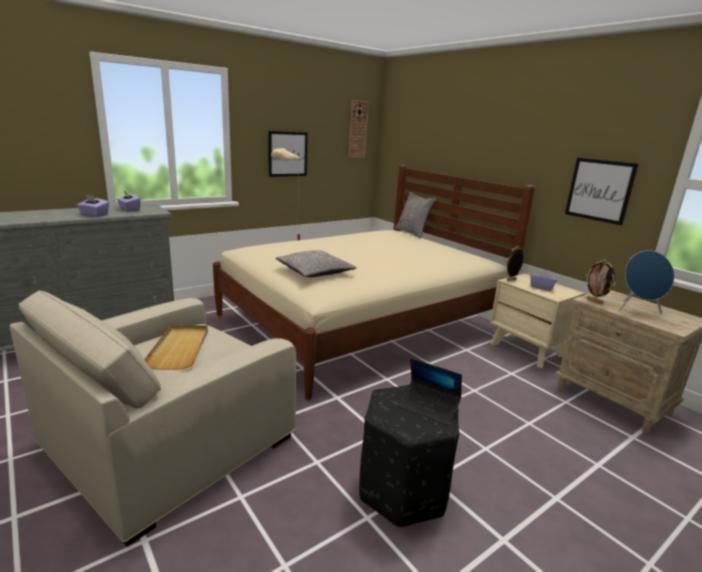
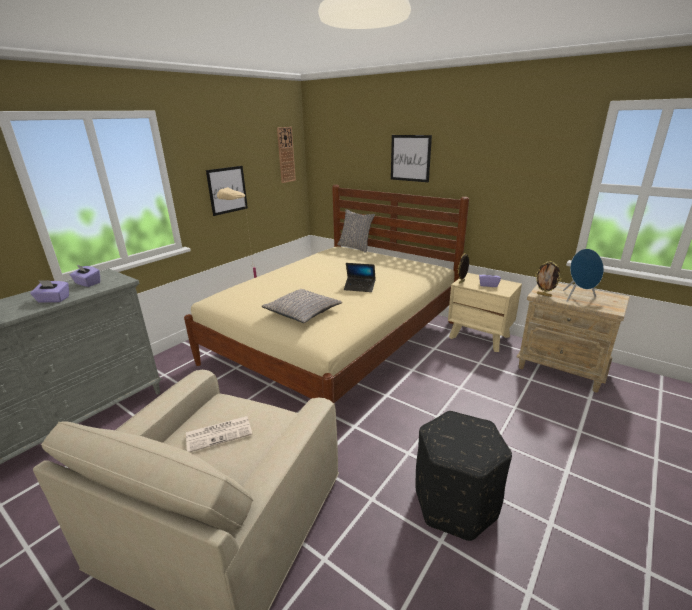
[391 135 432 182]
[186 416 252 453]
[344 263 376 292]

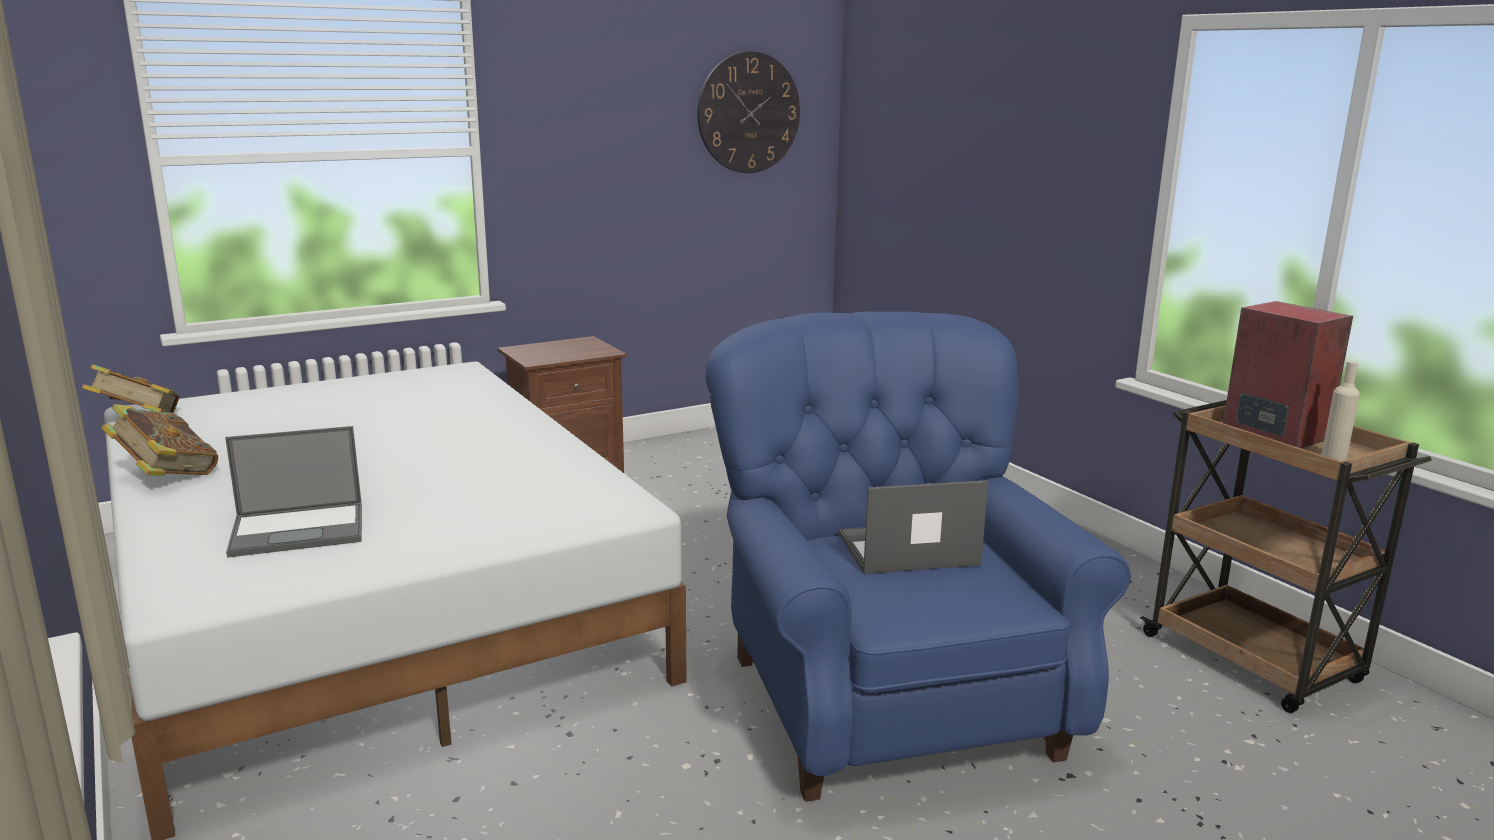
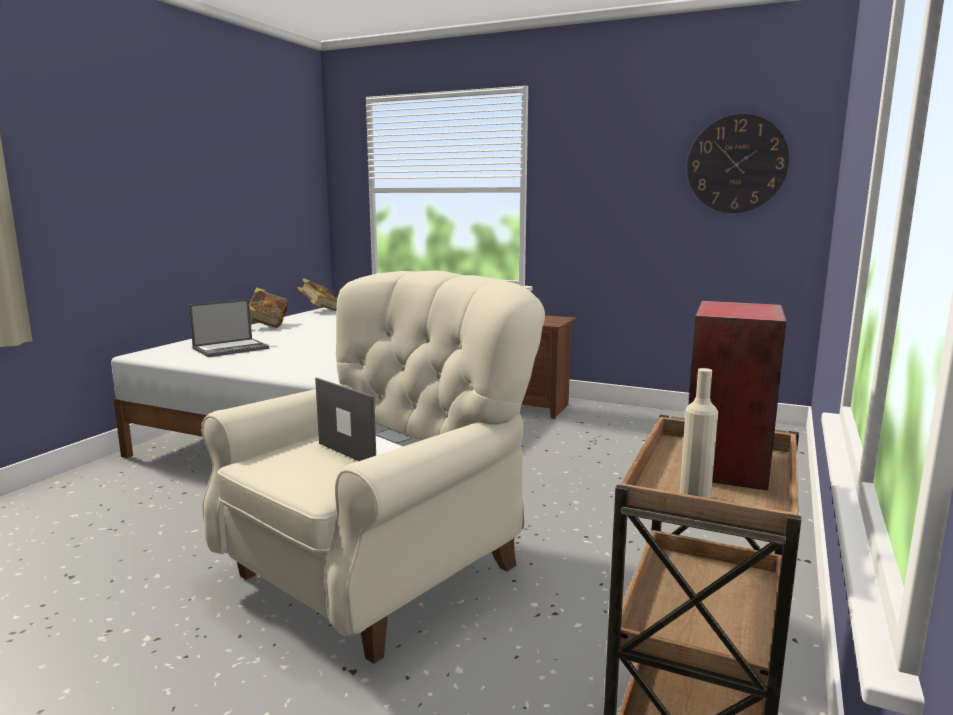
[201 271 545 664]
[189 299 269 357]

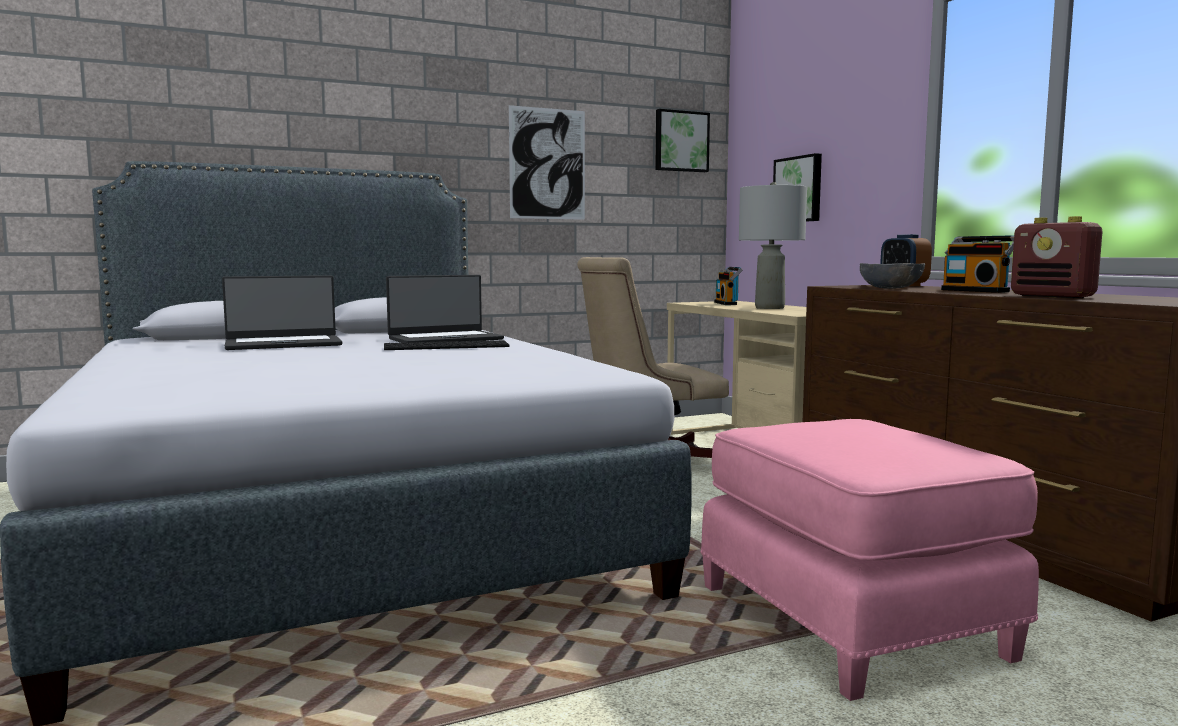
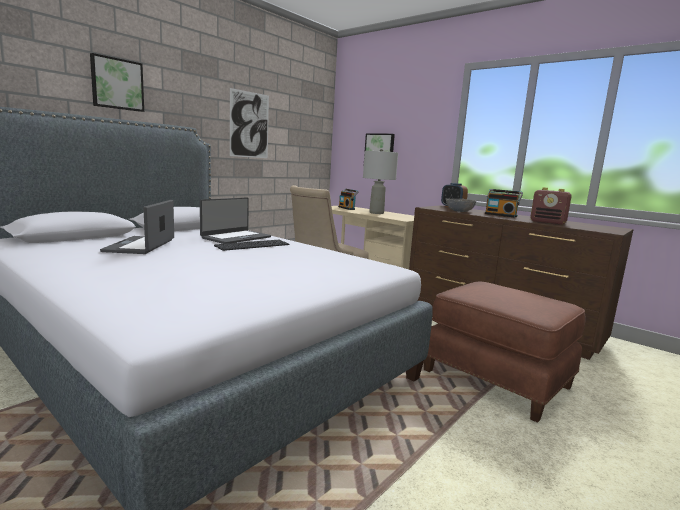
[90 53 144 112]
[100 200 174 254]
[424 282 586 423]

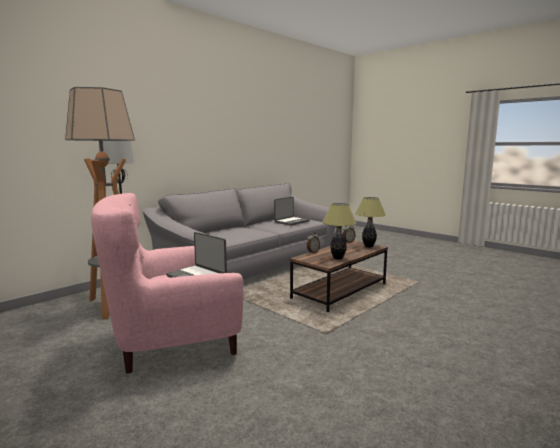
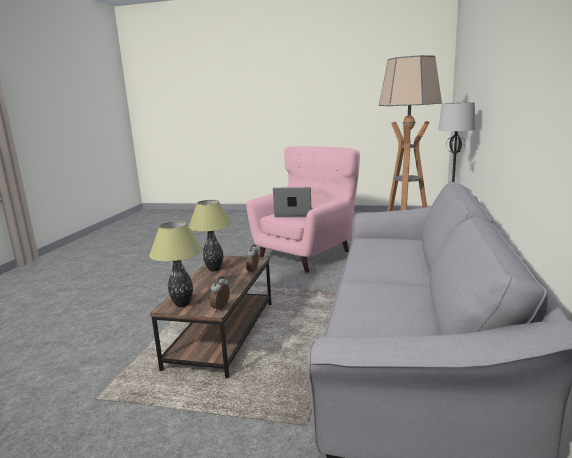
[274 197 309 226] (first image)

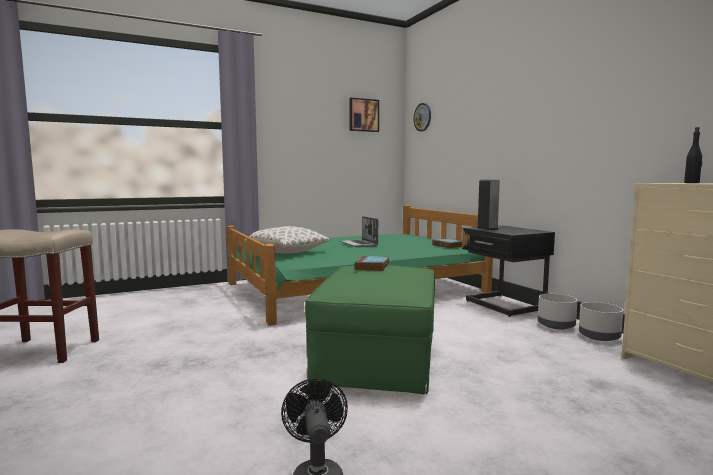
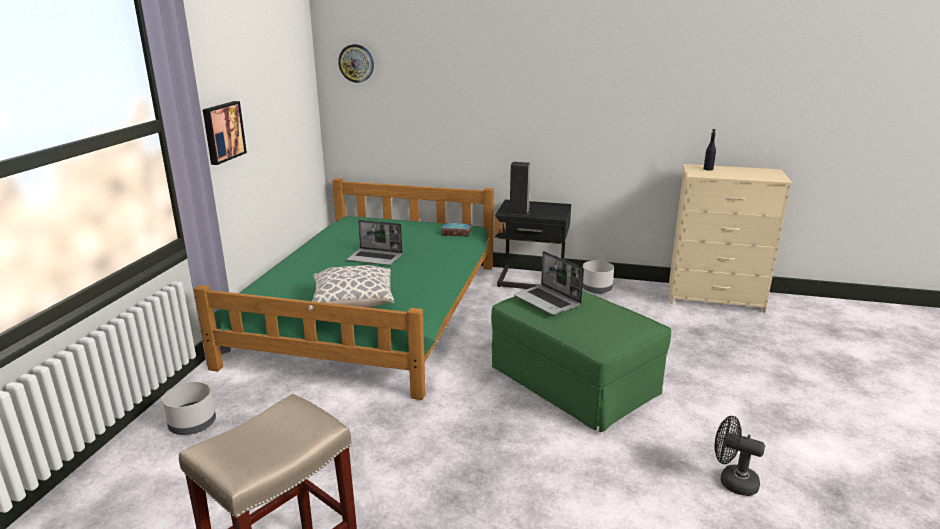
[203 101 247 165]
[514 251 584 315]
[162 382 216 435]

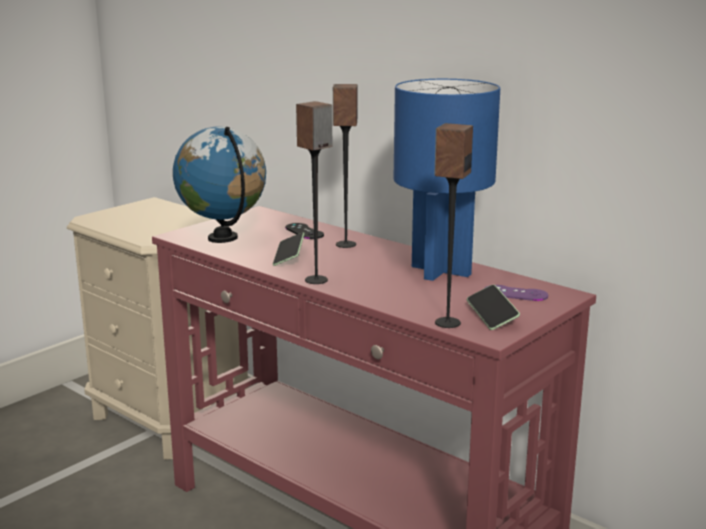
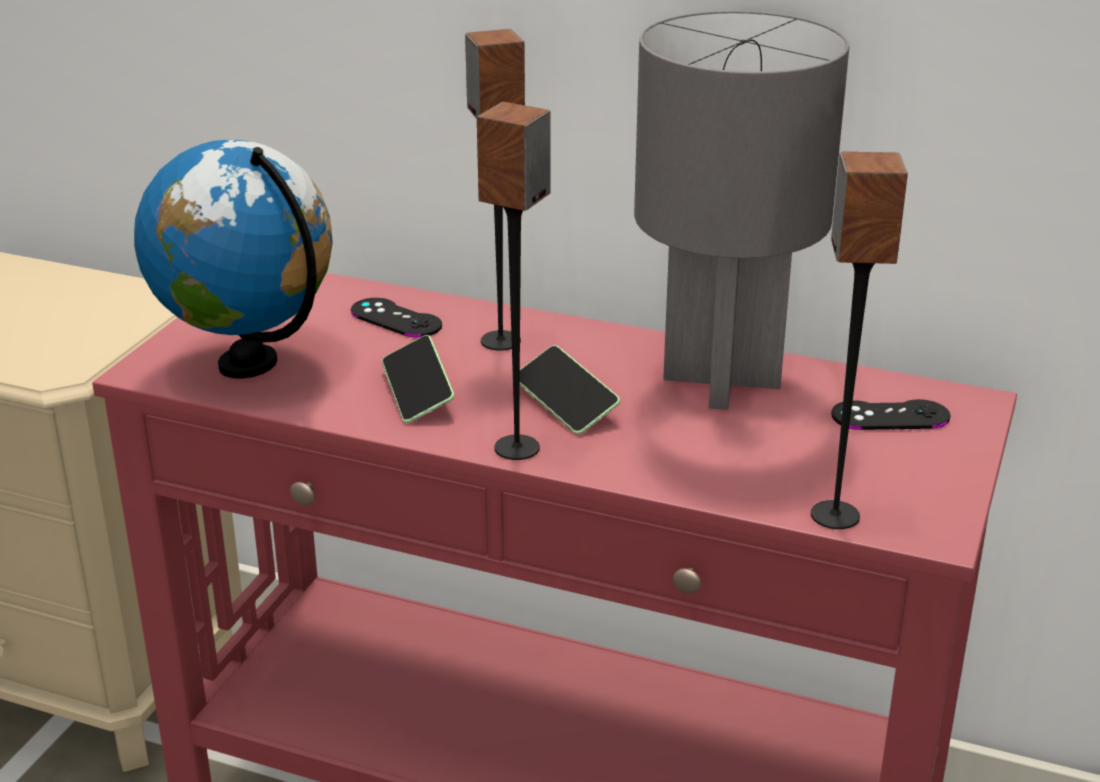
[634 11 849 410]
[520 345 620 434]
[831 399 950 430]

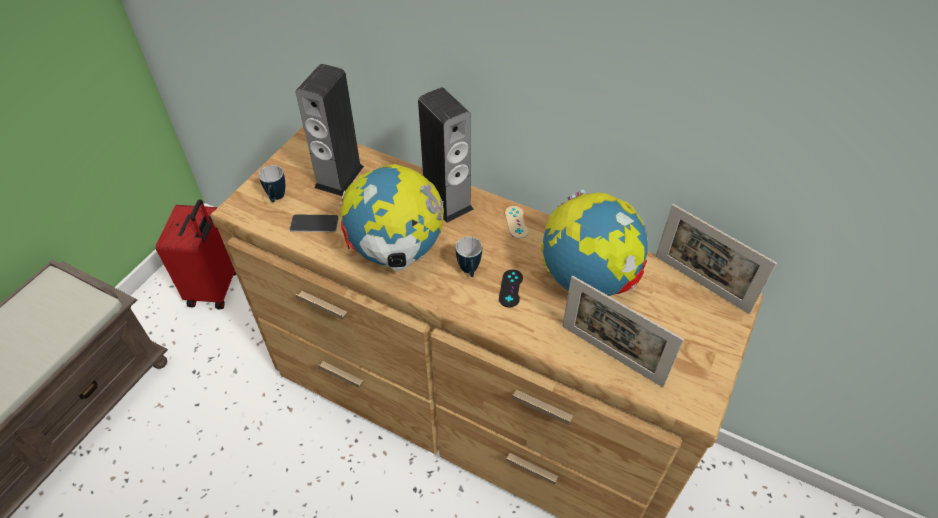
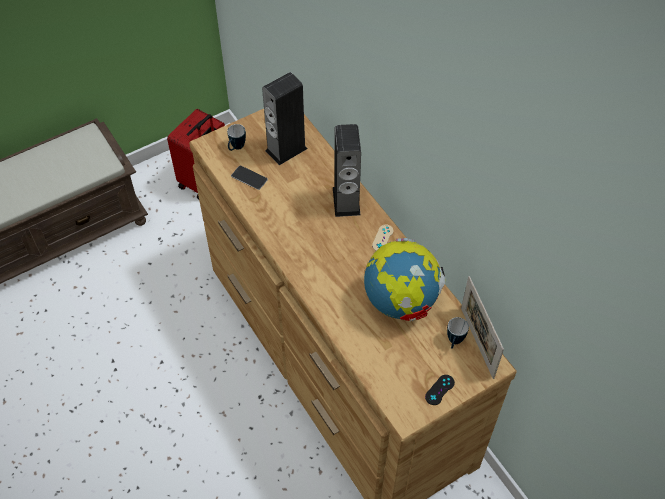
[339 164 444 271] (first image)
[447 317 469 349]
[425 375 455 405]
[562 276 684 387] (first image)

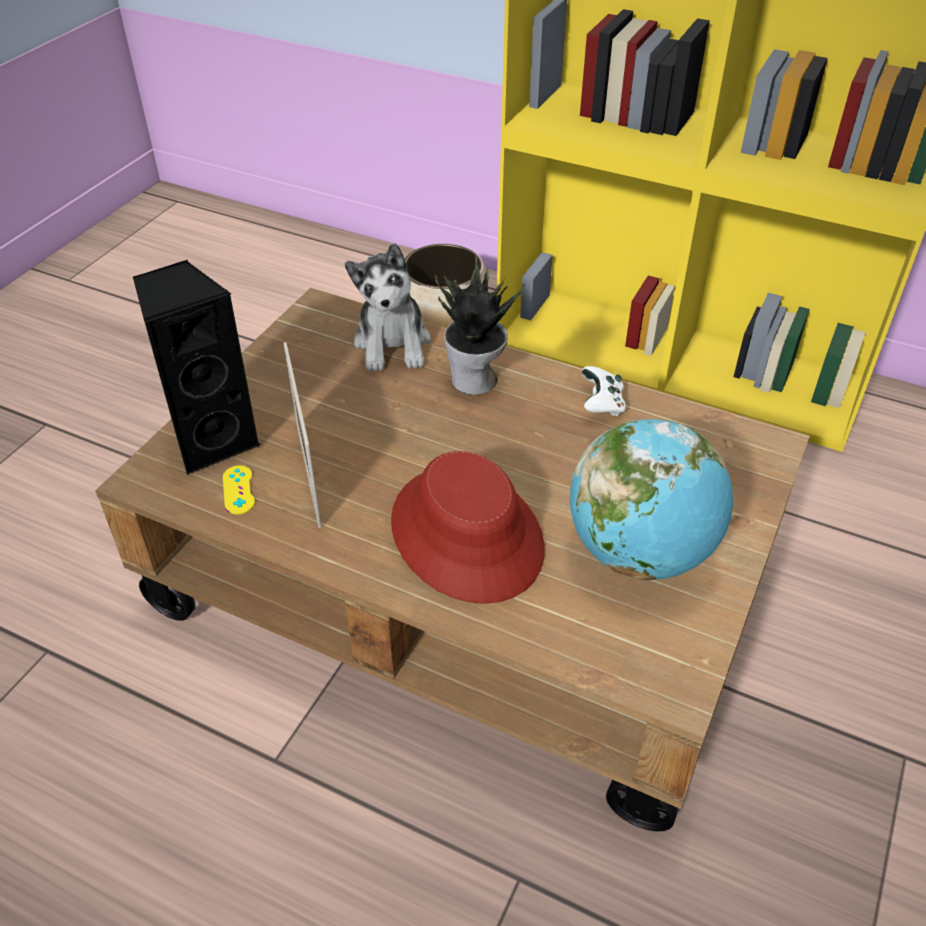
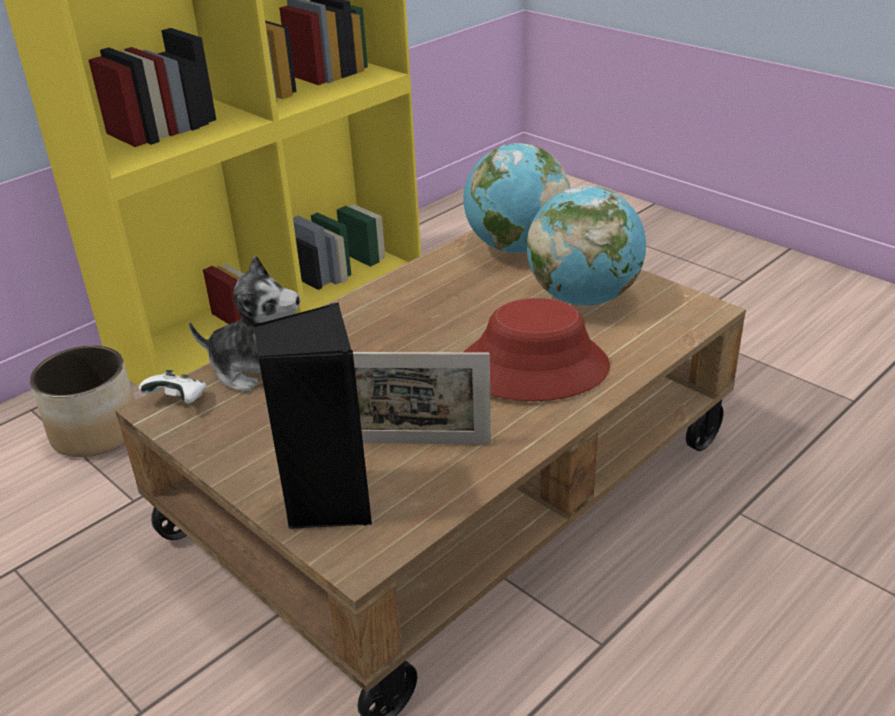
[435 256 525 395] (first image)
[139 370 206 403]
[223 465 255 515] (first image)
[463 143 570 253]

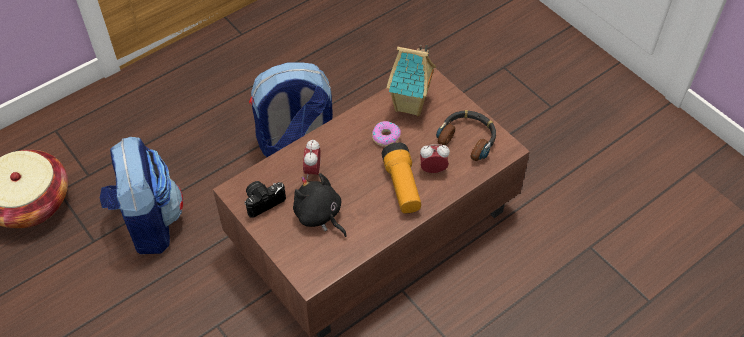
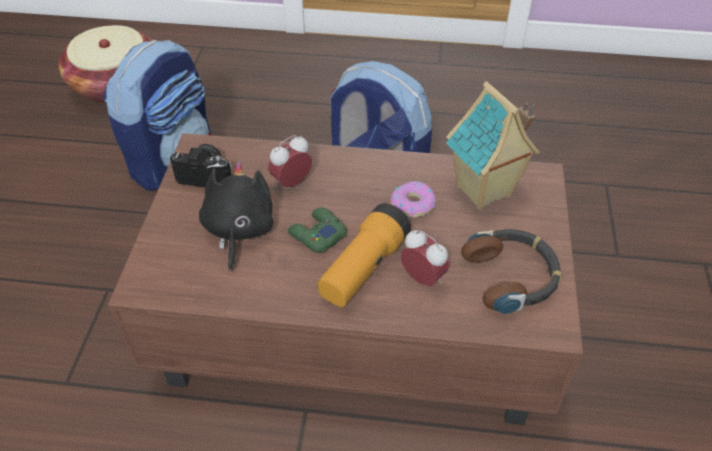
[288 208 347 253]

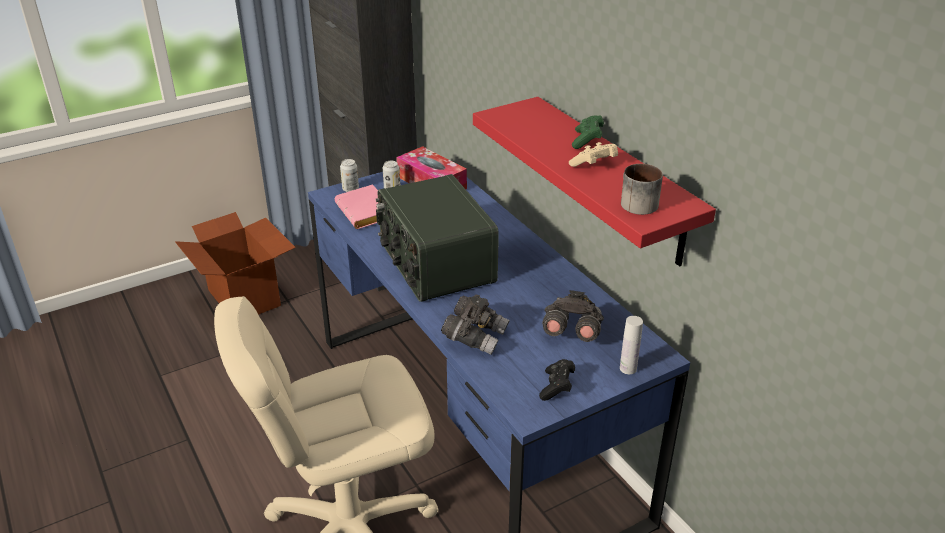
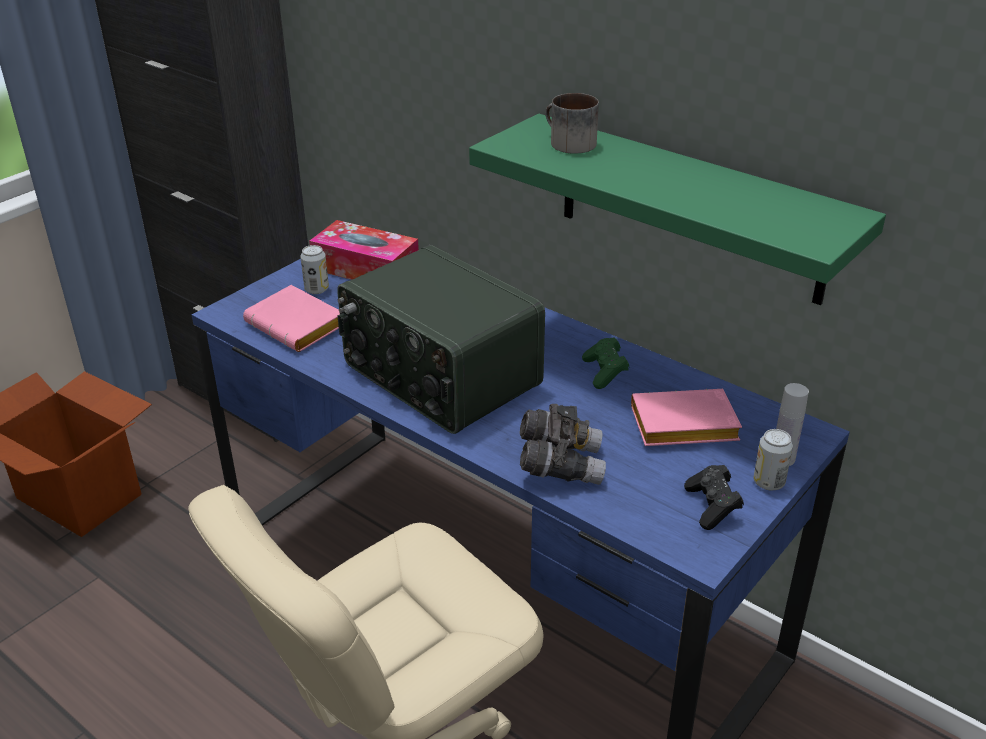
[469 114 886 305]
[582 337 629 389]
[569 142 618 167] (first image)
[753 429 793 490]
[545 93 599 154]
[631 389 742 446]

